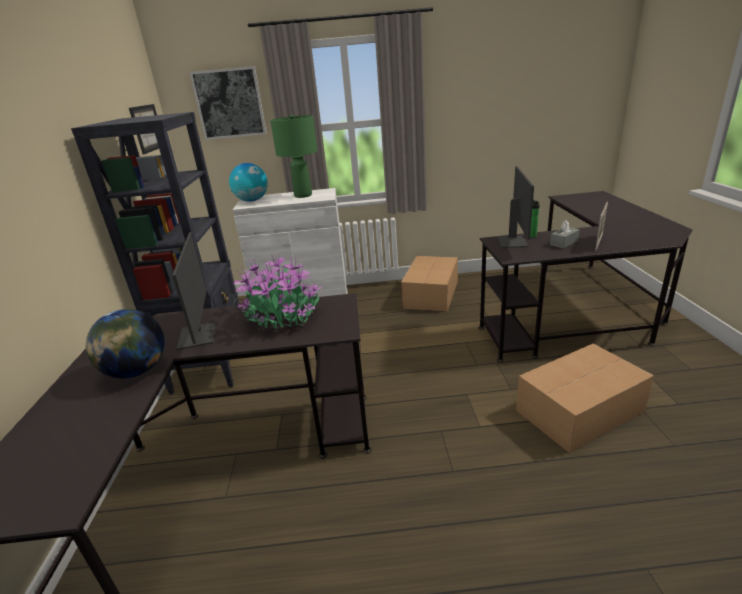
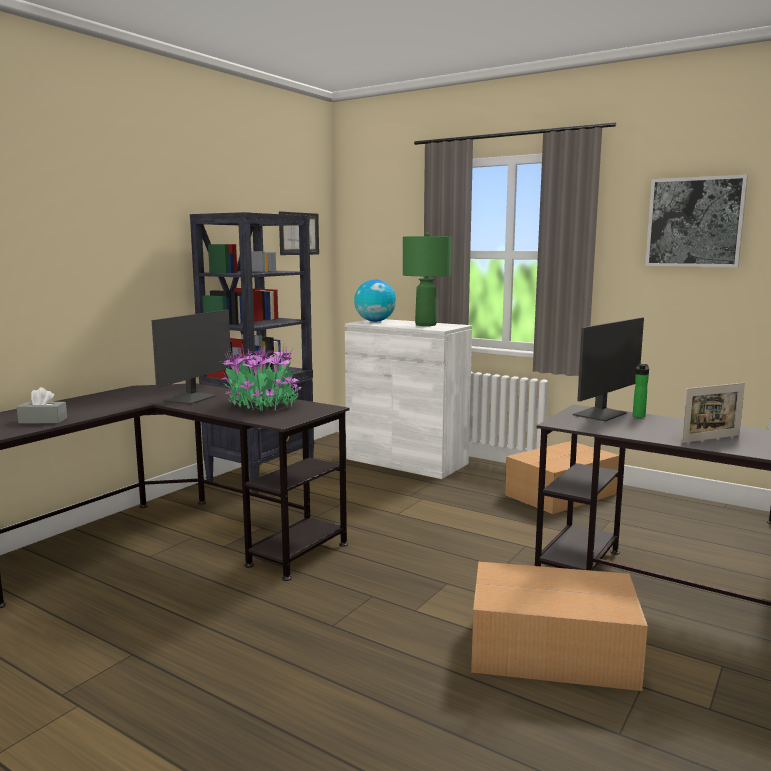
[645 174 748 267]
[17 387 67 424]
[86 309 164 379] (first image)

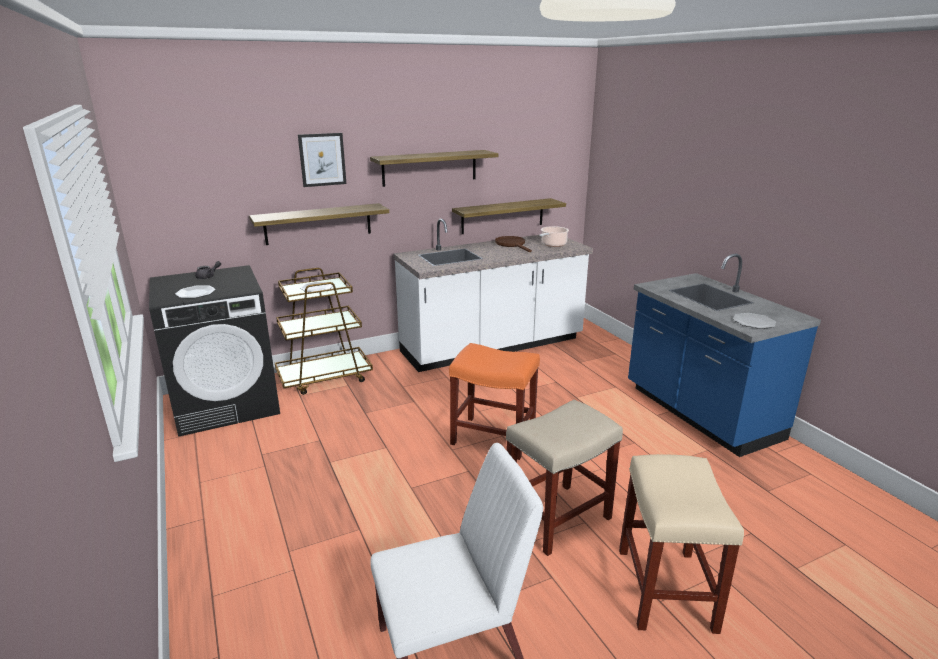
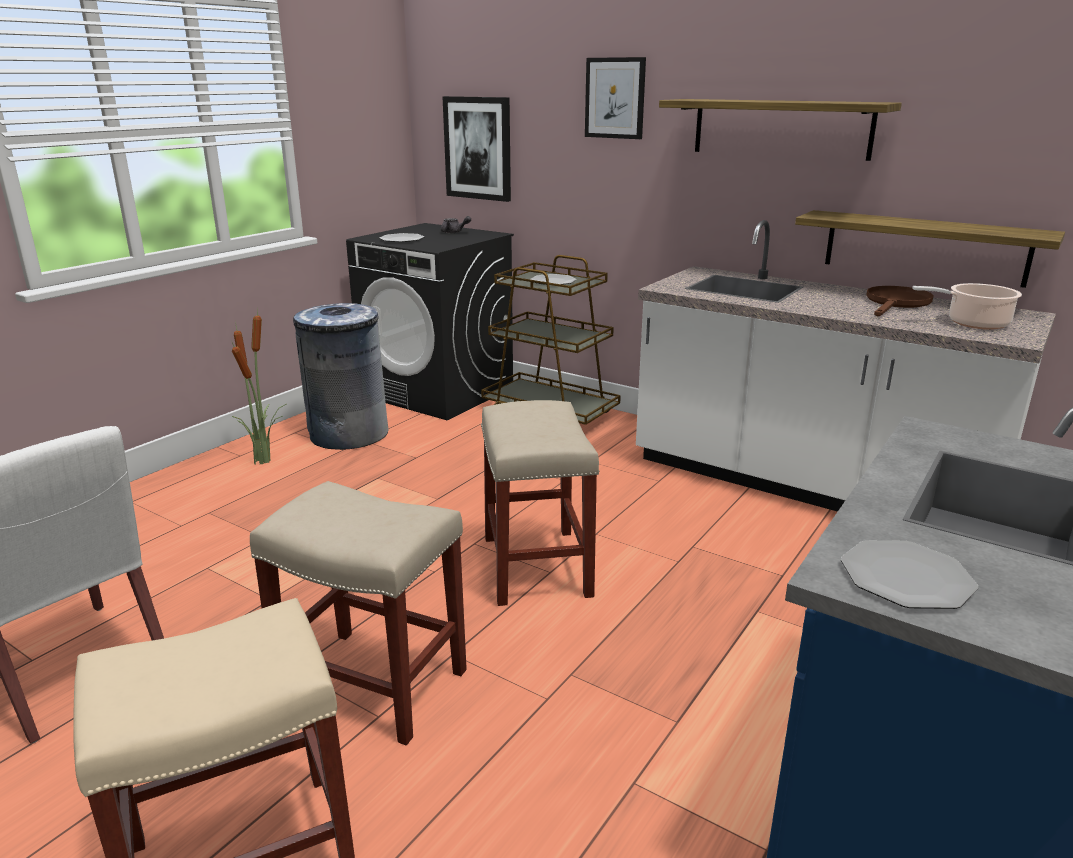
[249 203 389 245] (first image)
[481 400 599 606]
[443 96 511 202]
[293 303 389 450]
[232 311 286 465]

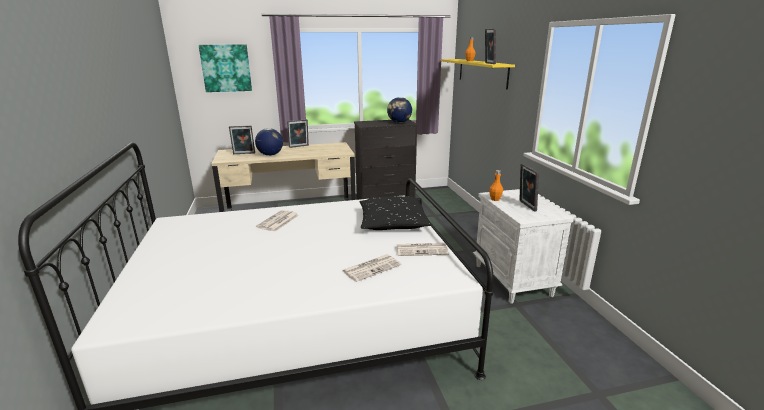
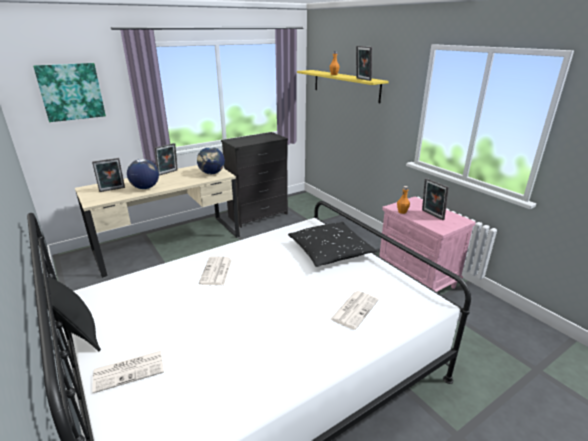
[197 147 225 174]
[379 197 476 292]
[92 351 164 393]
[42 273 101 351]

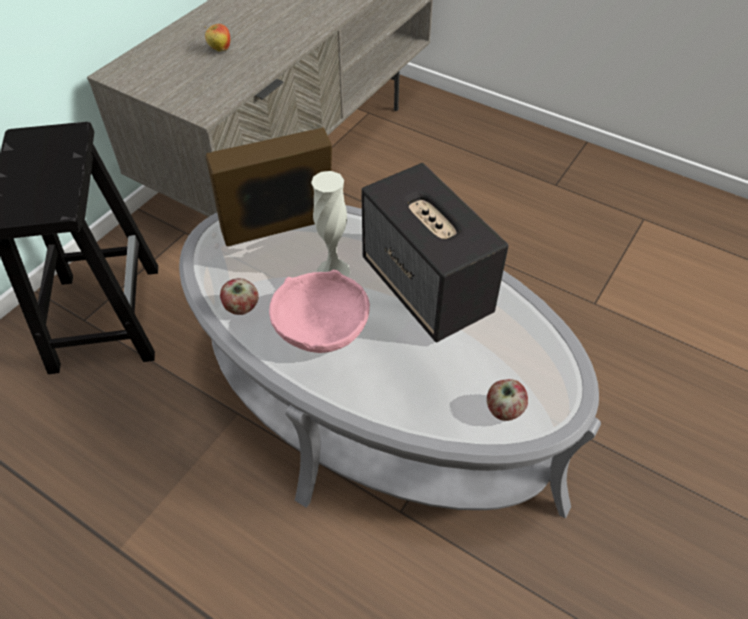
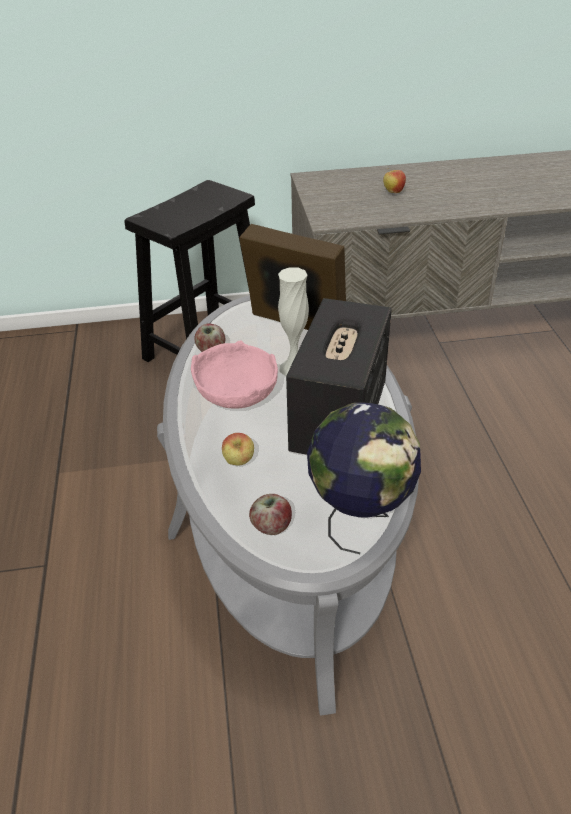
[307 402 421 554]
[222 433 254 466]

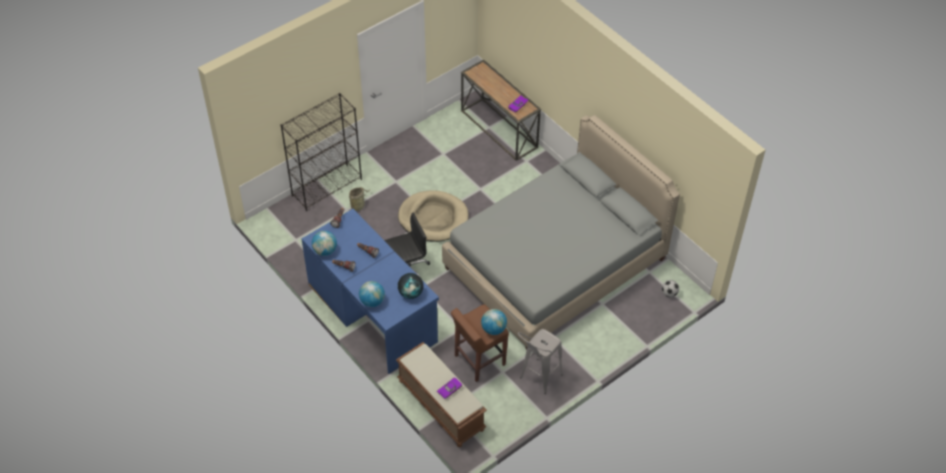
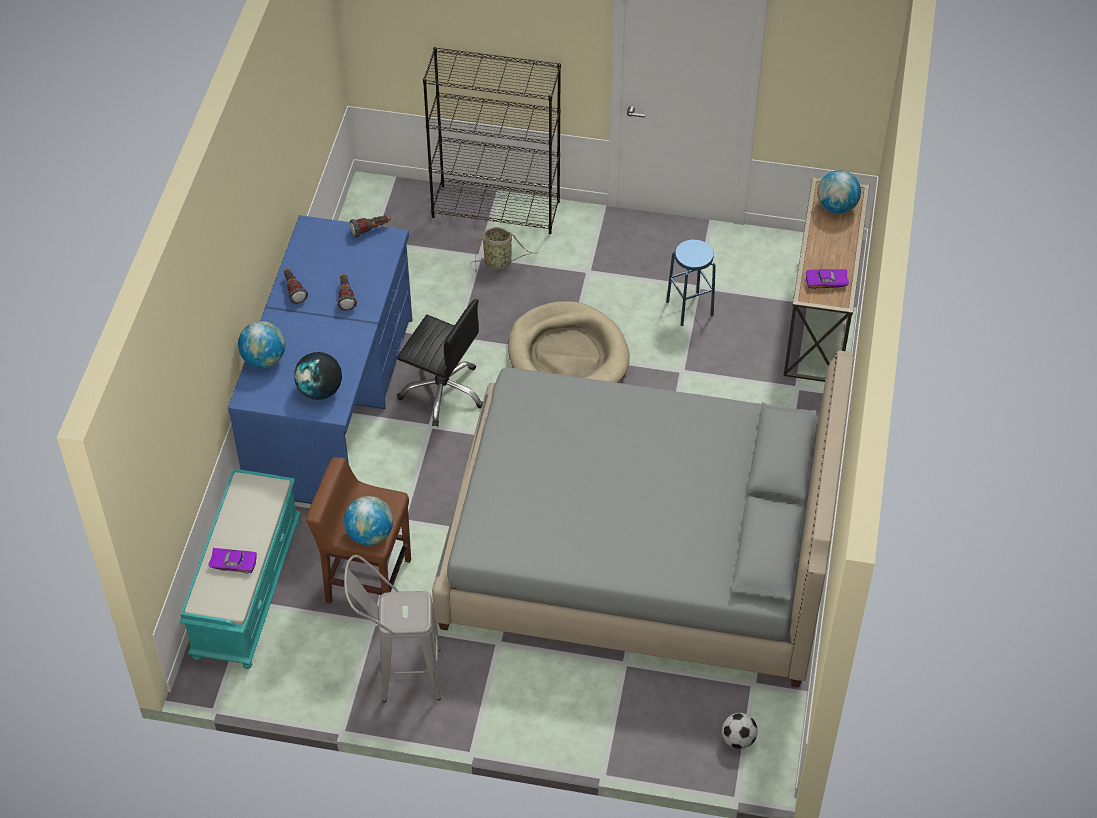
[817 170 861 214]
[179 469 300 669]
[666 240 716 326]

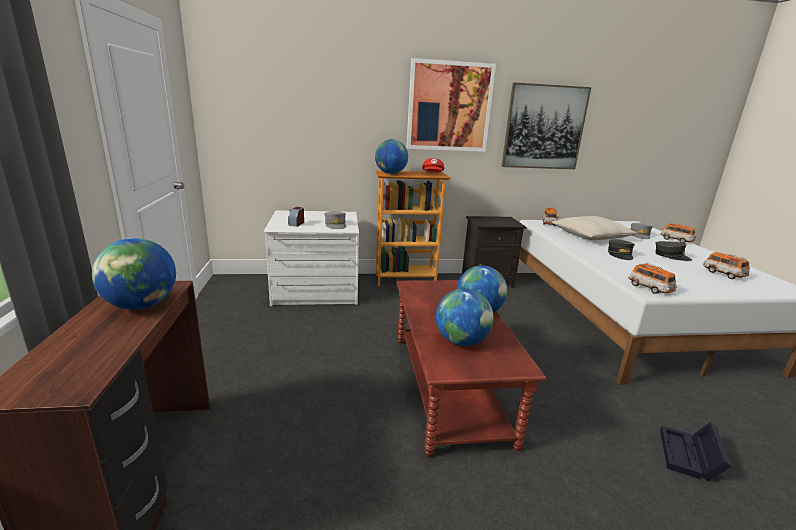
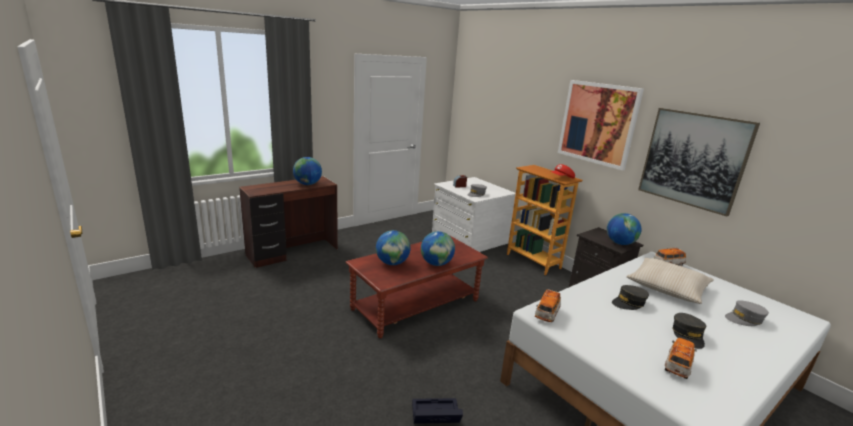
[607 213 641 245]
[661 222 696 243] (first image)

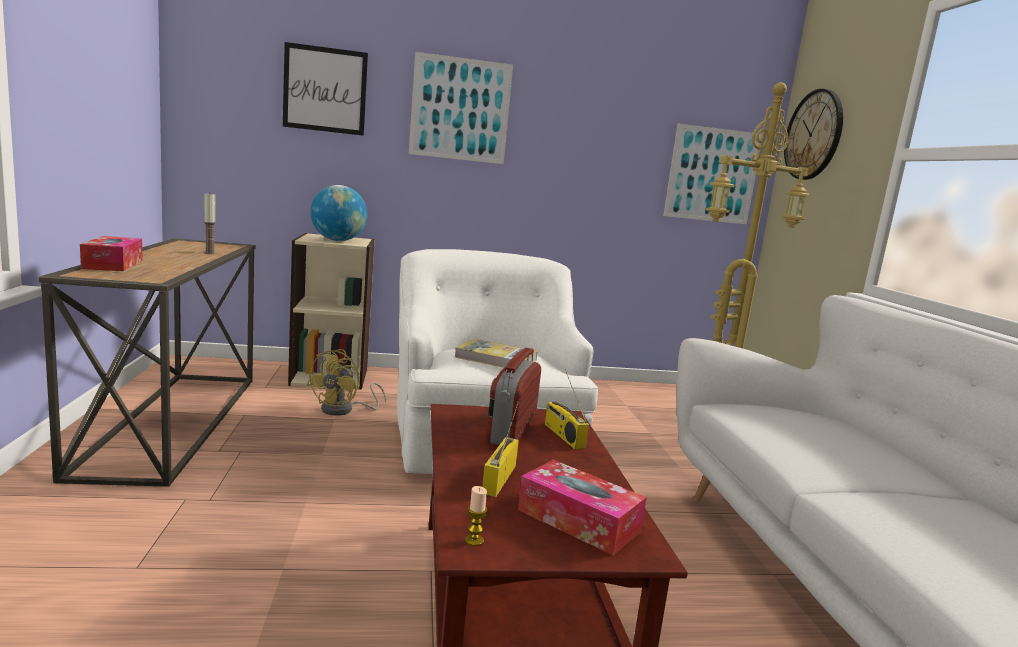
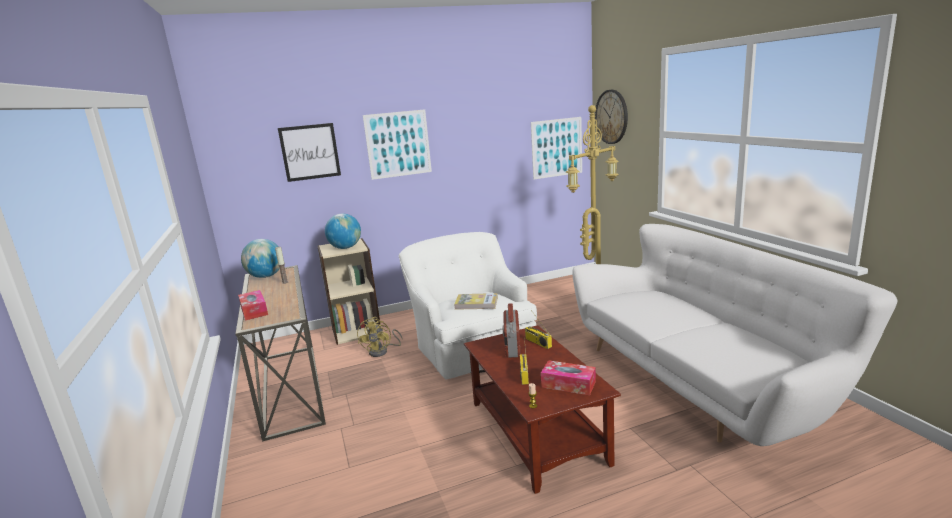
[241 239 280 278]

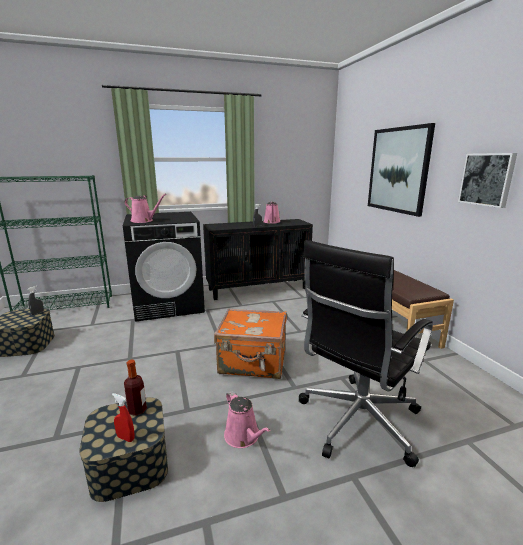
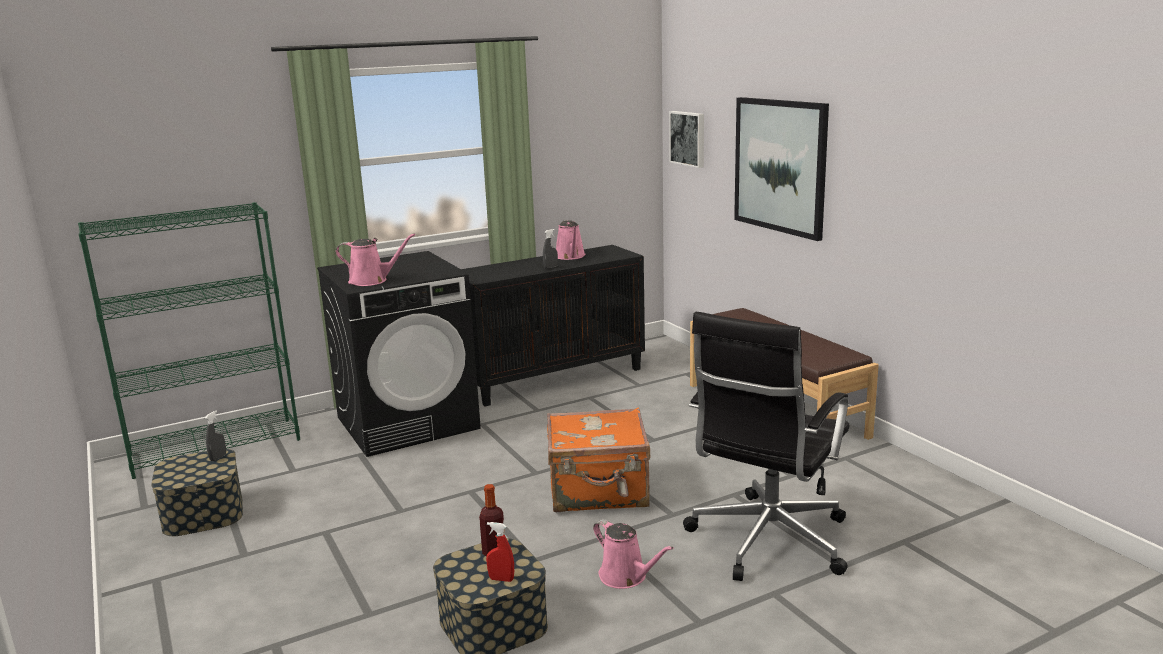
[669 111 704 168]

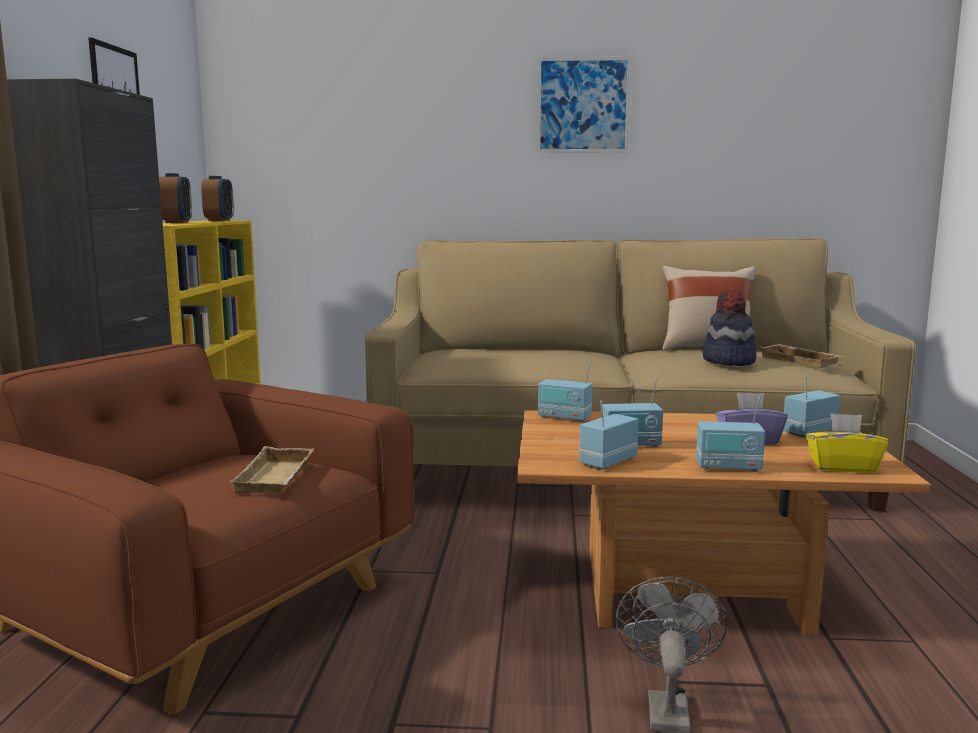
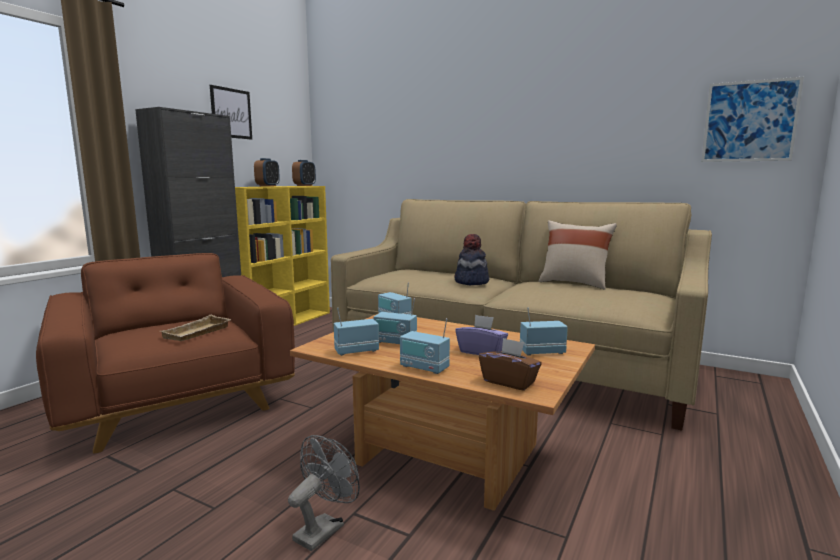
[701 77 804 162]
[454 234 489 285]
[759 344 843 368] (first image)
[479 338 542 391]

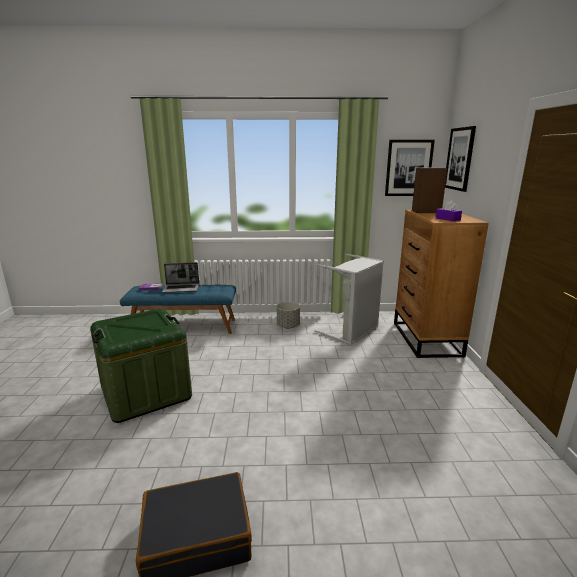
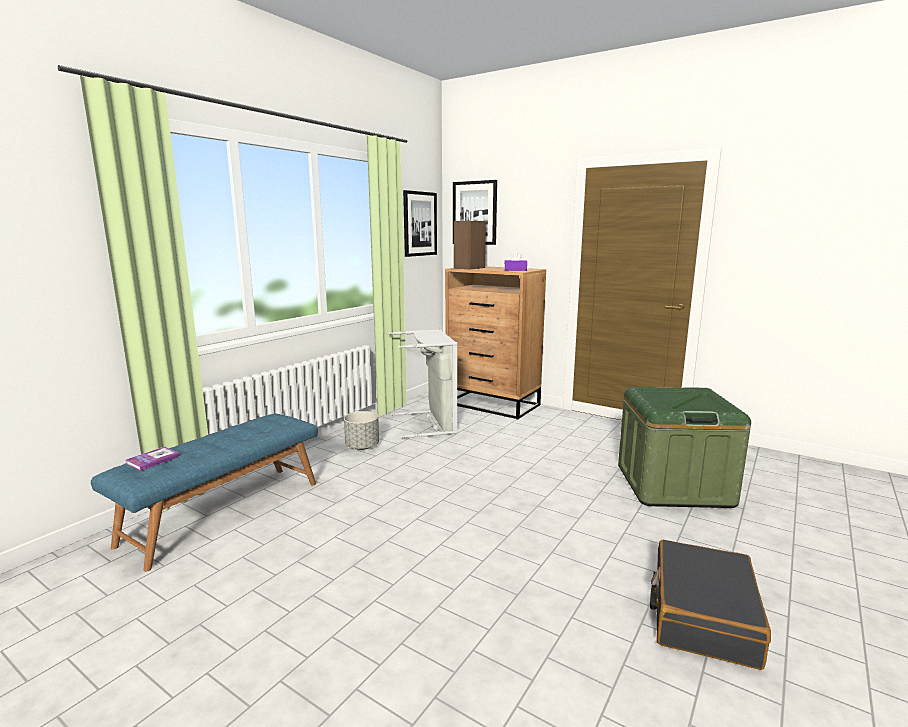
[162 262 199 293] (first image)
[618 387 751 508]

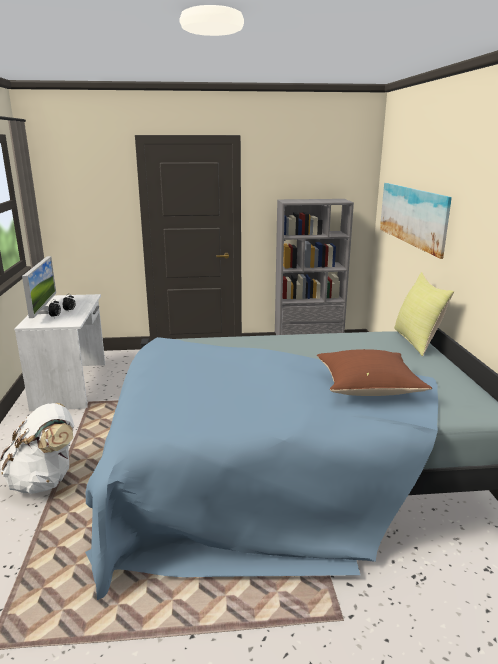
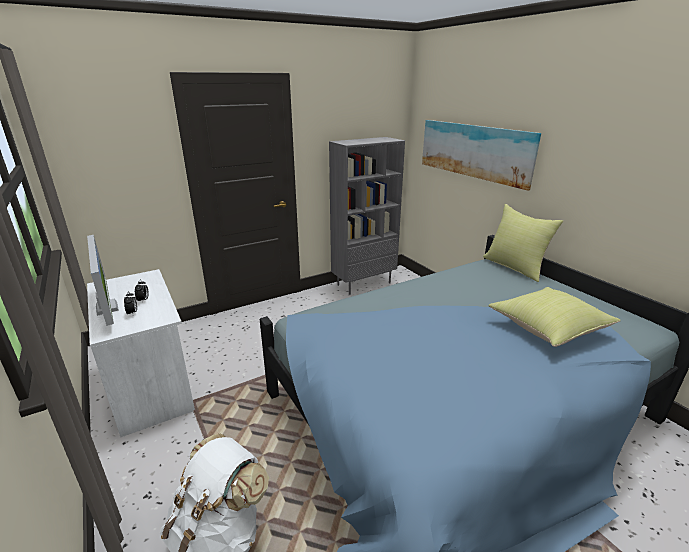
[488 287 621 347]

